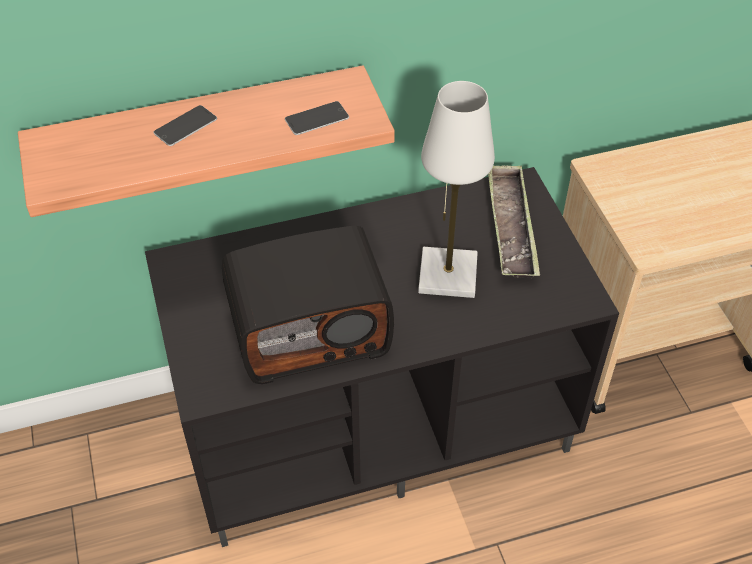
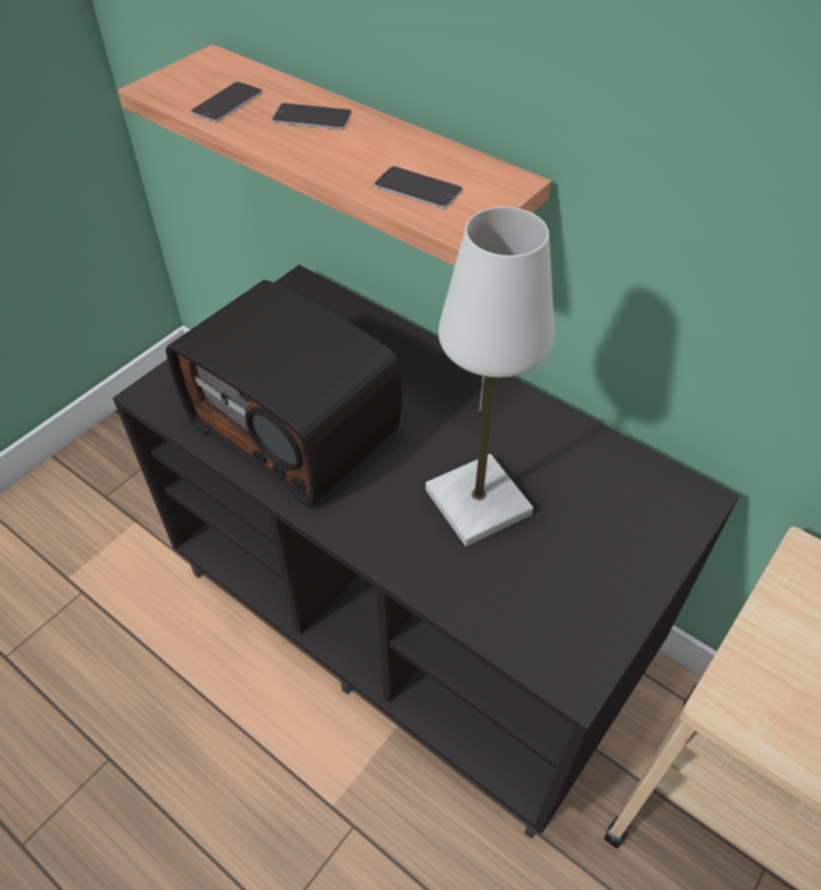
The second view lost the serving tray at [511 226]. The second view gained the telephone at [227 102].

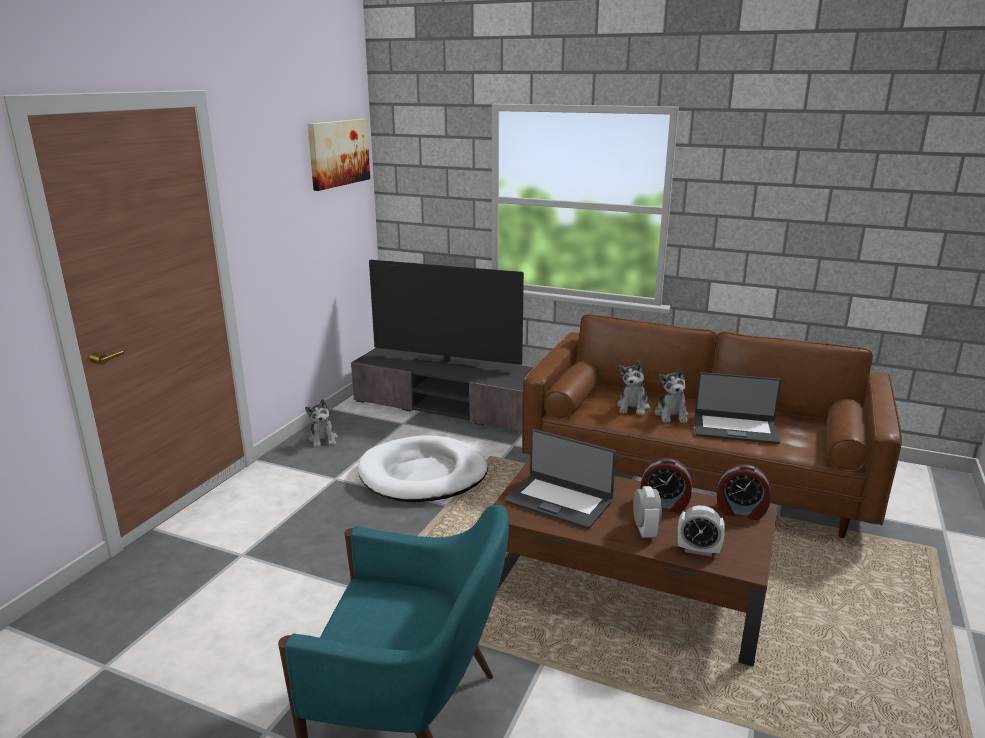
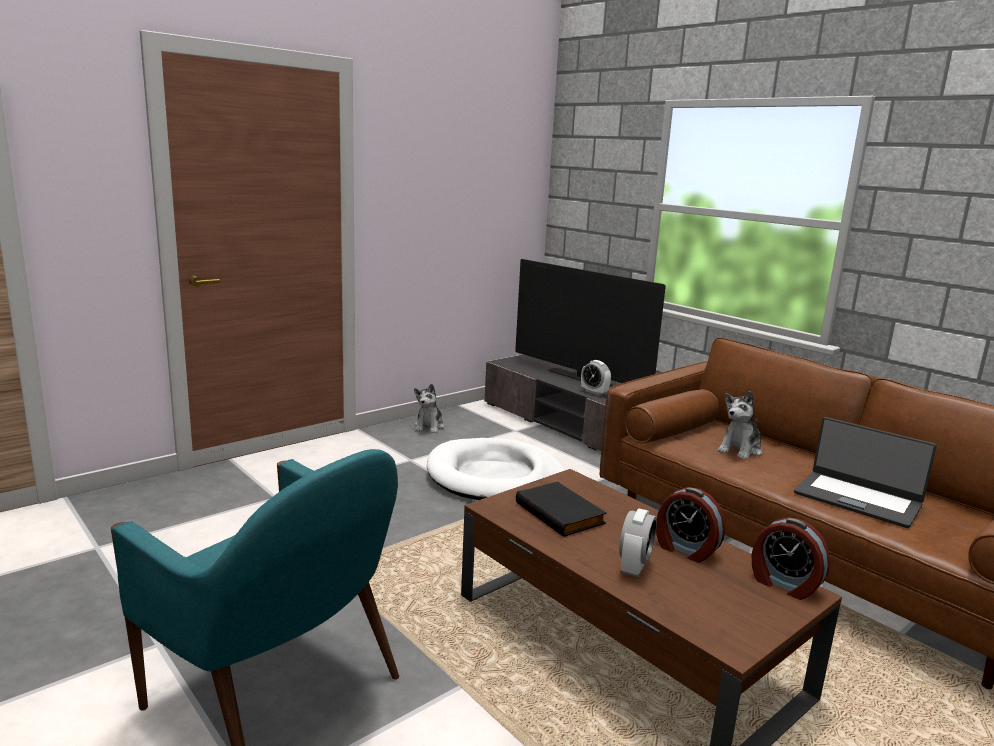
The second view lost the wall picture at [338 153]. The second view lost the cuddly toy at [671 415]. Where the portable computer stood at [559 501], the blackish volume came to stand at [561 513]. The alarm clock ended up elsewhere, having gone from [698 550] to [594 392].

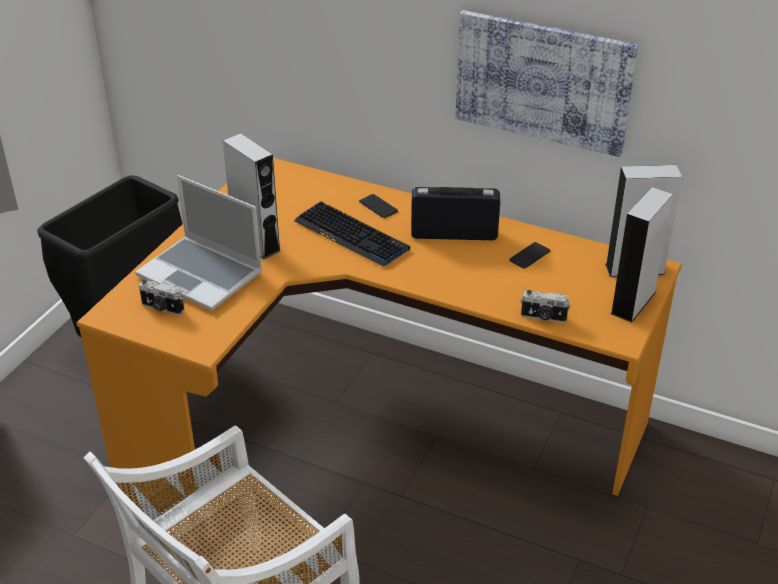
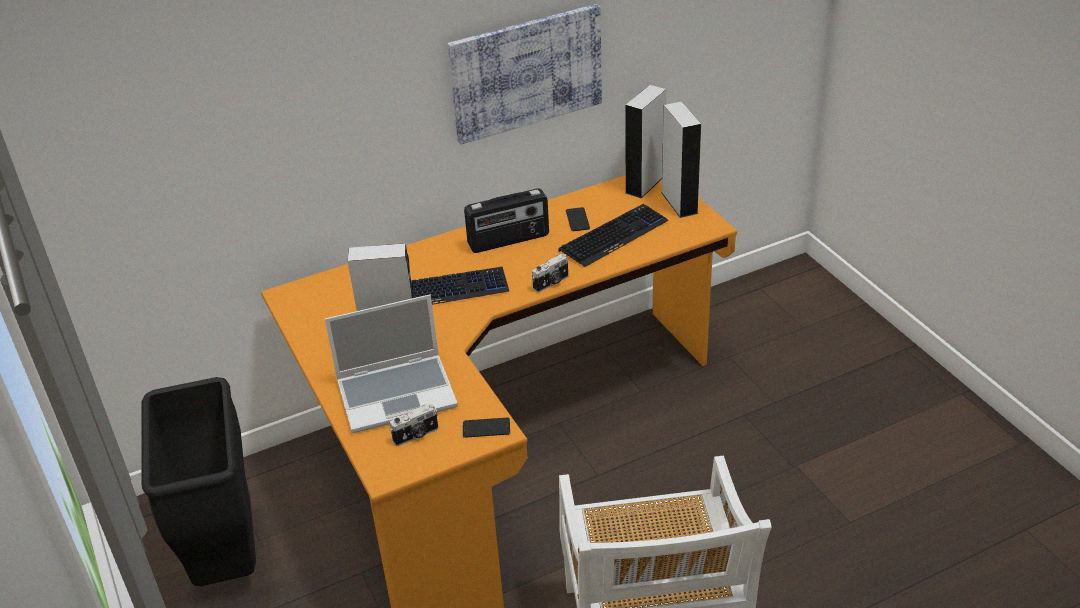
The radio at [454 234] ended up facing another way, 150 degrees counterclockwise from before. The telephone ended up elsewhere, having gone from [378 206] to [486 428]. The photo camera ended up elsewhere, having gone from [543 317] to [551 283]. The second view gained the PC keyboard at [613 236].

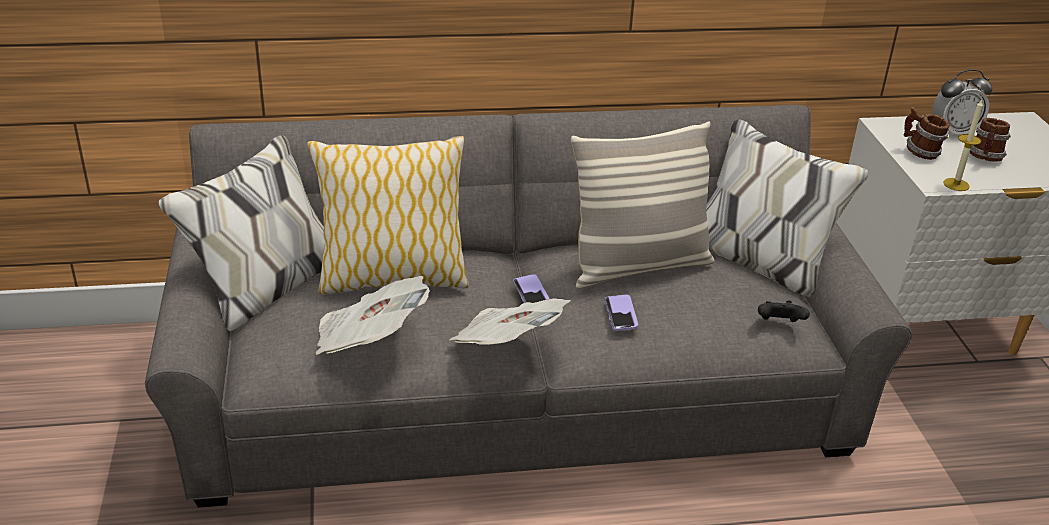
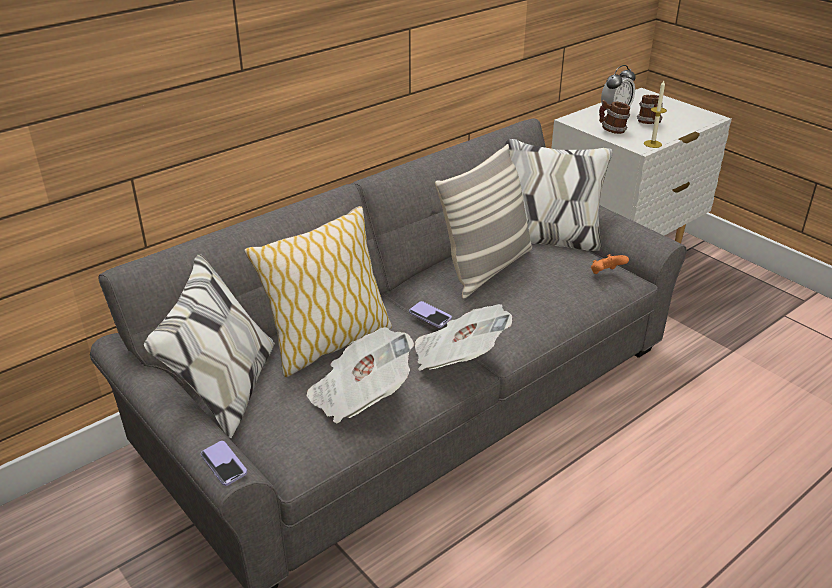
The telephone ended up elsewhere, having gone from [621 314] to [224 464]. What was the blackish joypad at [779 324] turned into the orange-coloured joypad at [606 274].

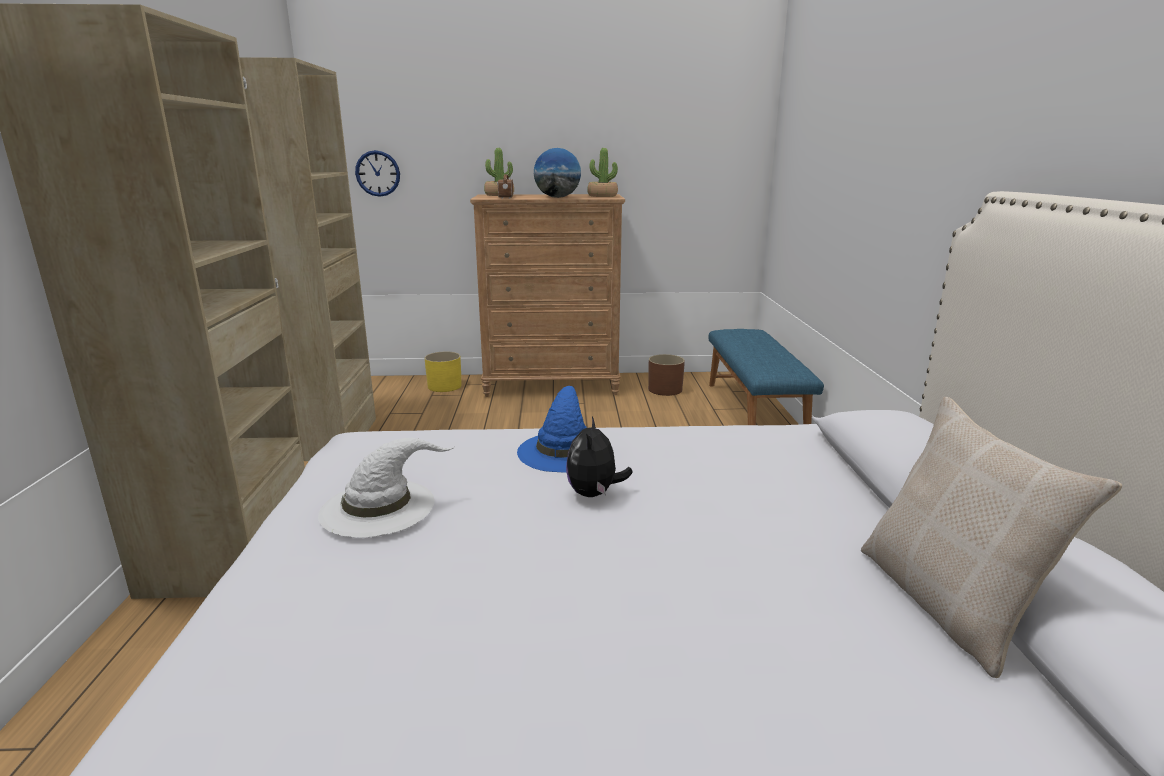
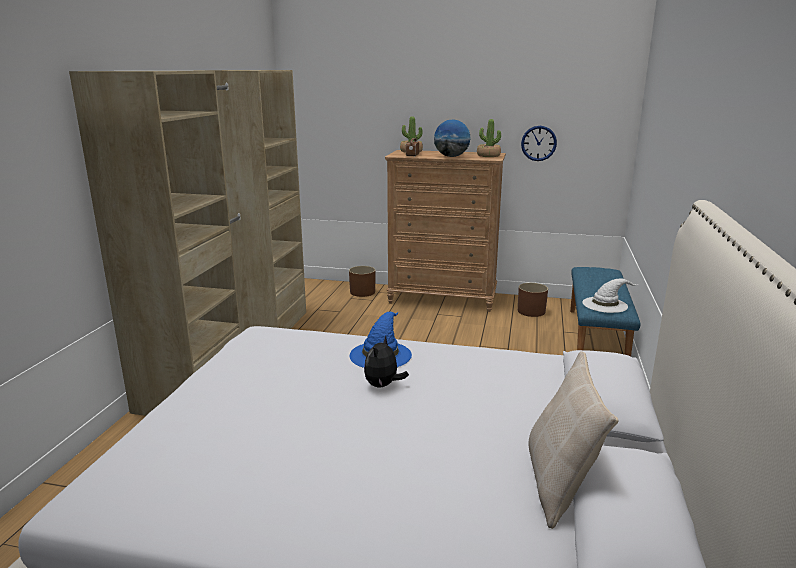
The hanging clock ended up elsewhere, having gone from [378 173] to [538 143]. What was the yellow-coloured flower pot at [444 386] turned into the brown-coloured flower pot at [362 292]. The white-coloured hat ended up elsewhere, having gone from [379 506] to [605 304].

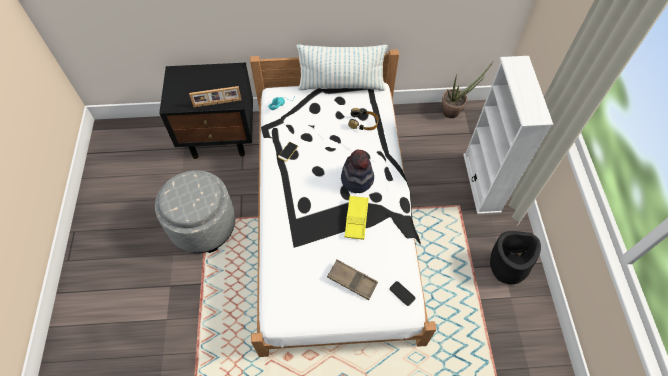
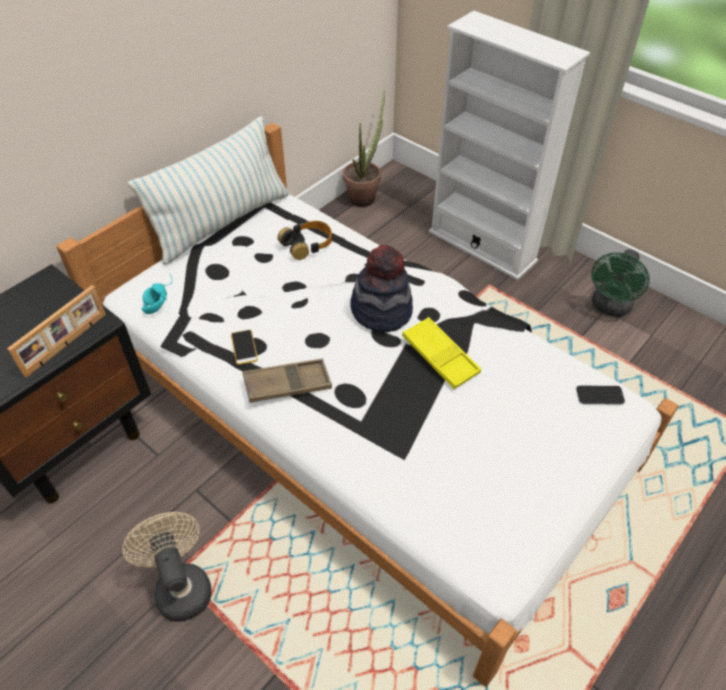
Where the grey ottoman stood at [203 225], the beige-coloured fan came to stand at [180 585]. Where the blackish flower pot stood at [507 266], the green-coloured fan came to stand at [609 308]. The brown-coloured serving tray ended up elsewhere, having gone from [352 281] to [287 384].

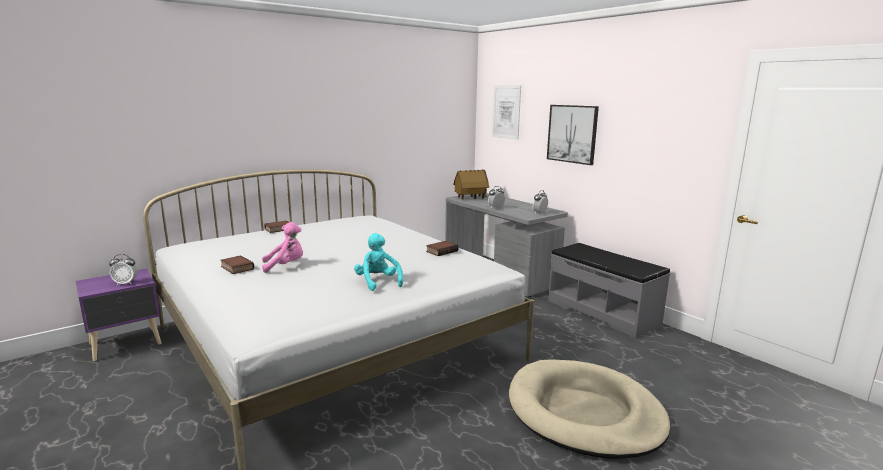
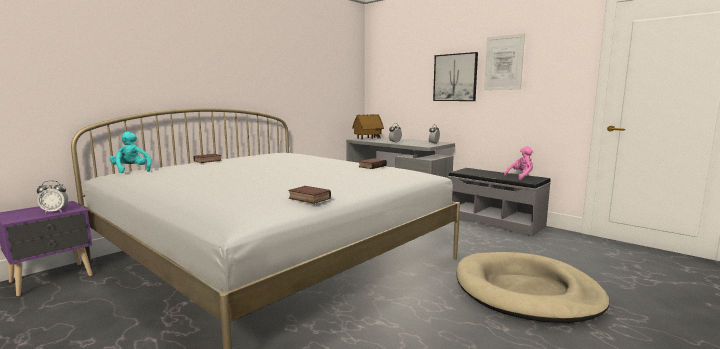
The wall picture ended up elsewhere, having gone from [506 112] to [503 63]. The pink-coloured cuddly toy ended up elsewhere, having gone from [285 266] to [520 177]. The turquoise cuddly toy ended up elsewhere, having gone from [378 282] to [131 170]. The volume ended up elsewhere, having gone from [236 268] to [308 198].

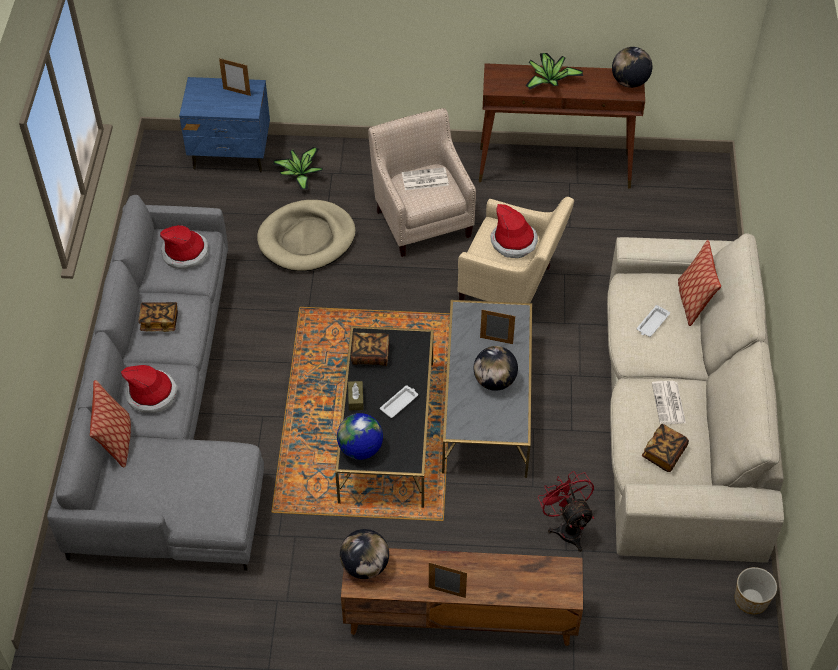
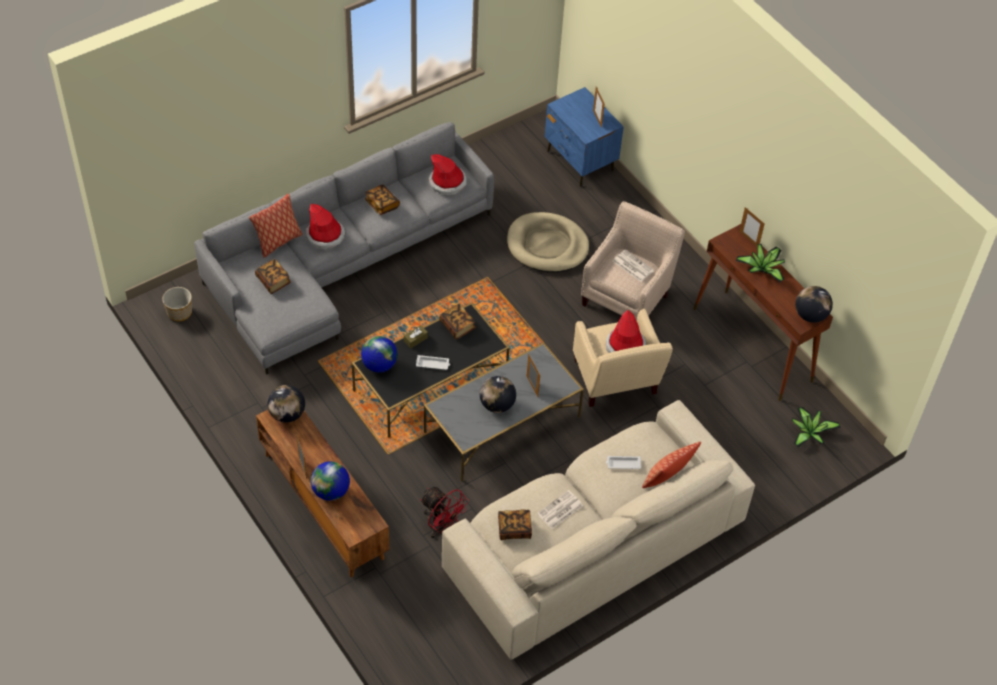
The potted plant ended up elsewhere, having gone from [300 174] to [809 432]. The reddish fan at [567 527] ended up facing another way, 105 degrees clockwise from before. The flower pot ended up elsewhere, having gone from [751 600] to [179 313]. The second view gained the standing frame at [749 239]. The second view gained the volume at [273 281]. The second view gained the desk globe at [331 491].

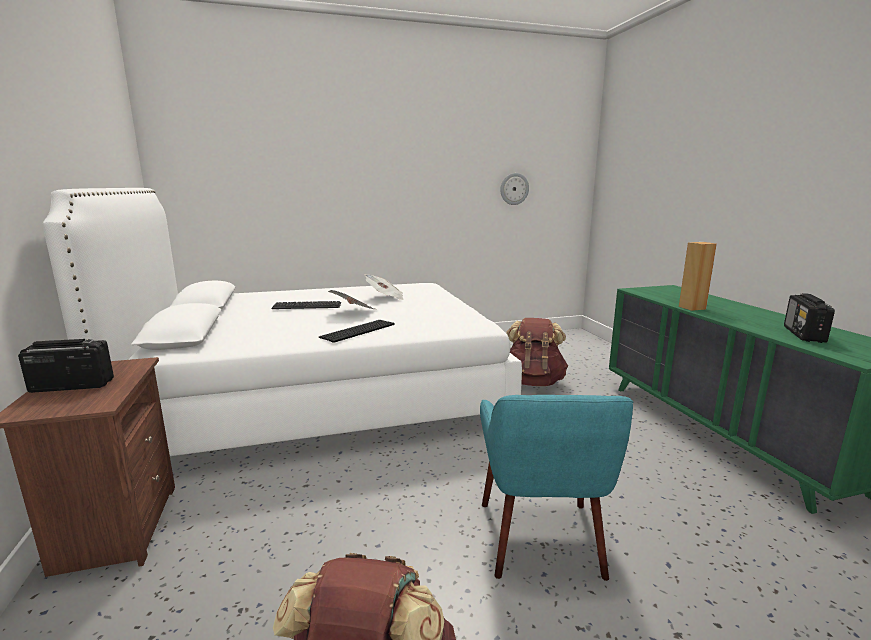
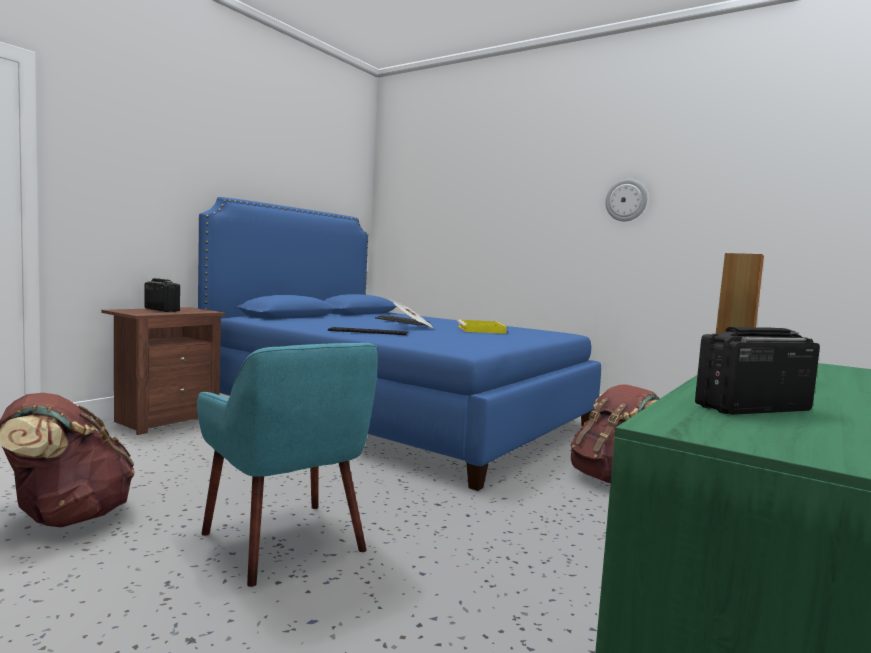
The hanging clock ended up elsewhere, having gone from [514 189] to [626 200]. What was the white-coloured sleeping bed at [323 397] turned into the bluish sleeping bed at [396 416]. Where the daily paper stood at [385 298], the yellow-coloured serving tray came to stand at [481 330]. The turquoise armchair at [541 539] ended up facing another way, 90 degrees counterclockwise from before.

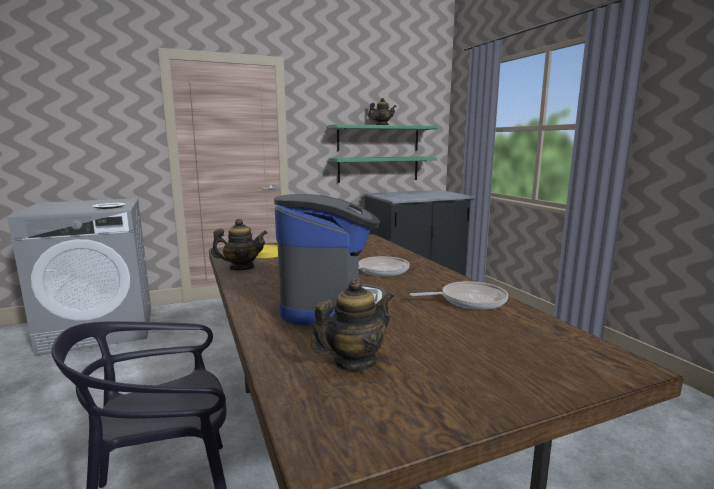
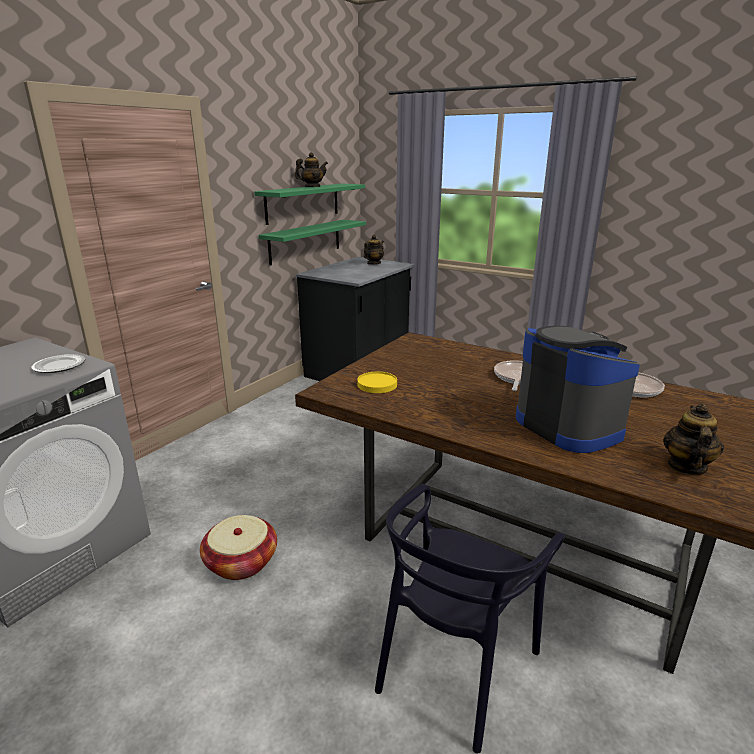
The tea pot ended up elsewhere, having gone from [241 268] to [373 263]. The second view gained the basket at [241 562].

